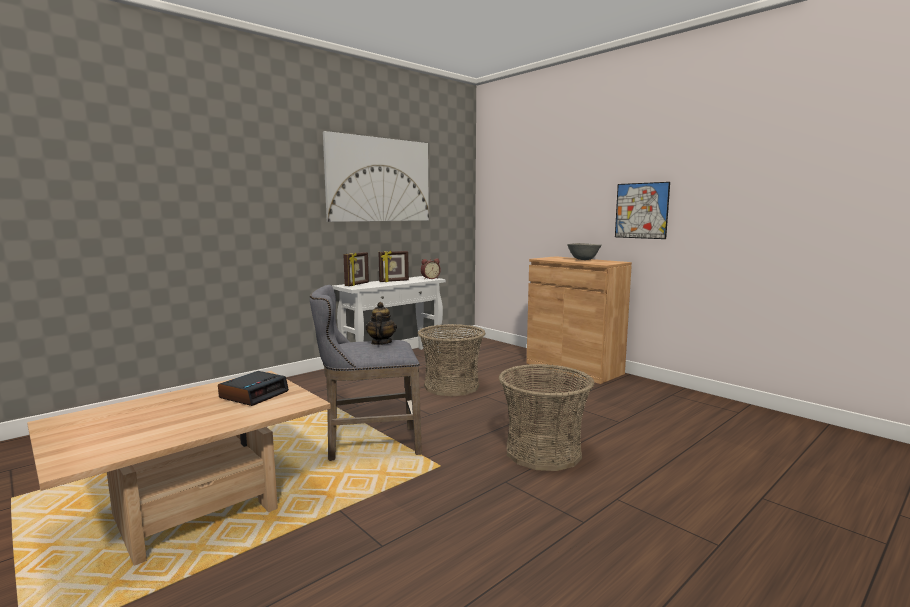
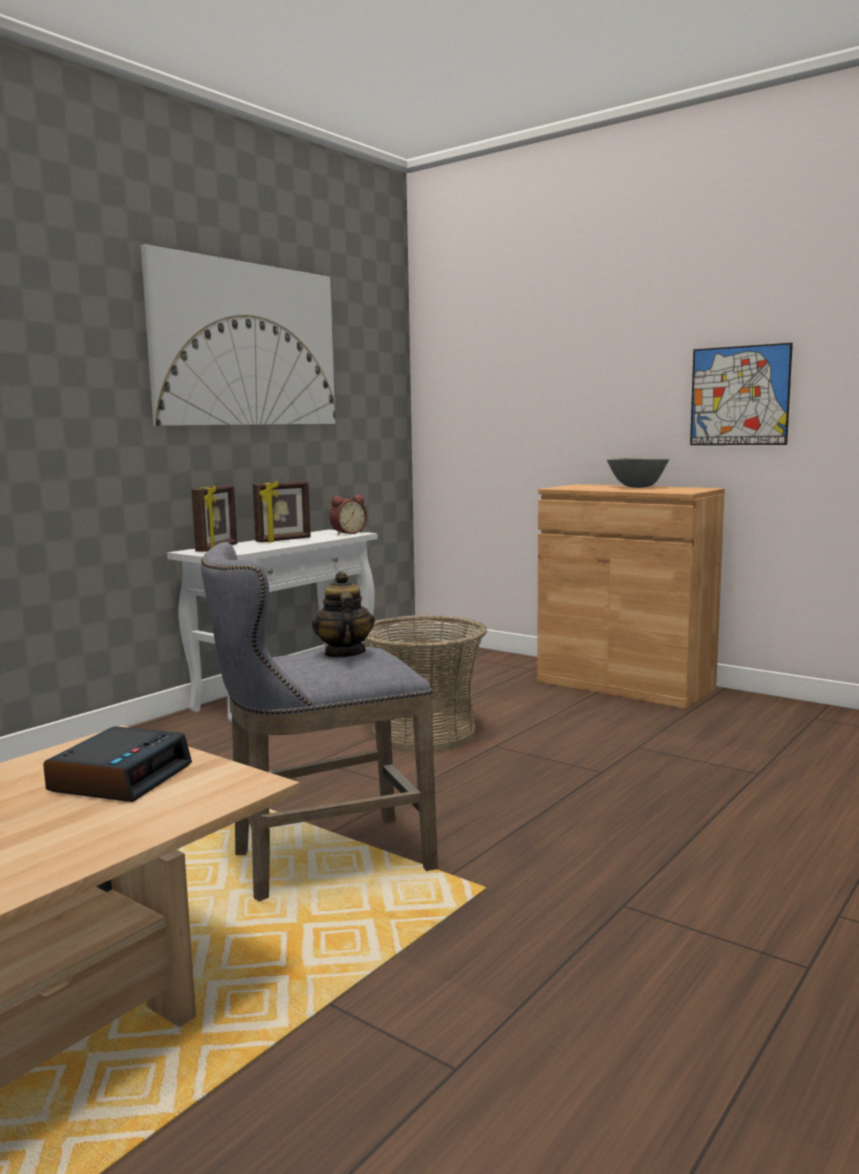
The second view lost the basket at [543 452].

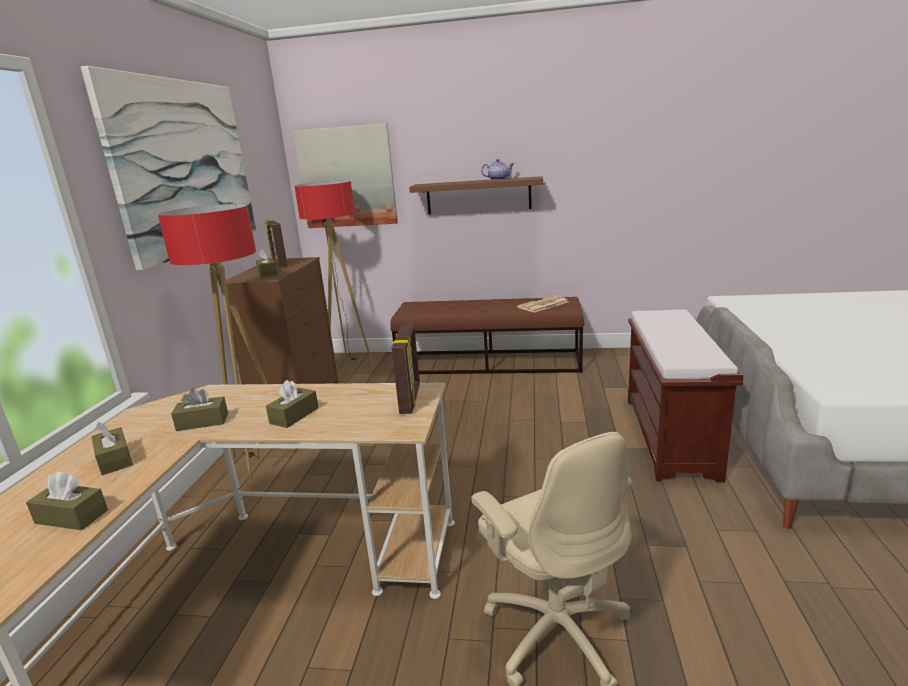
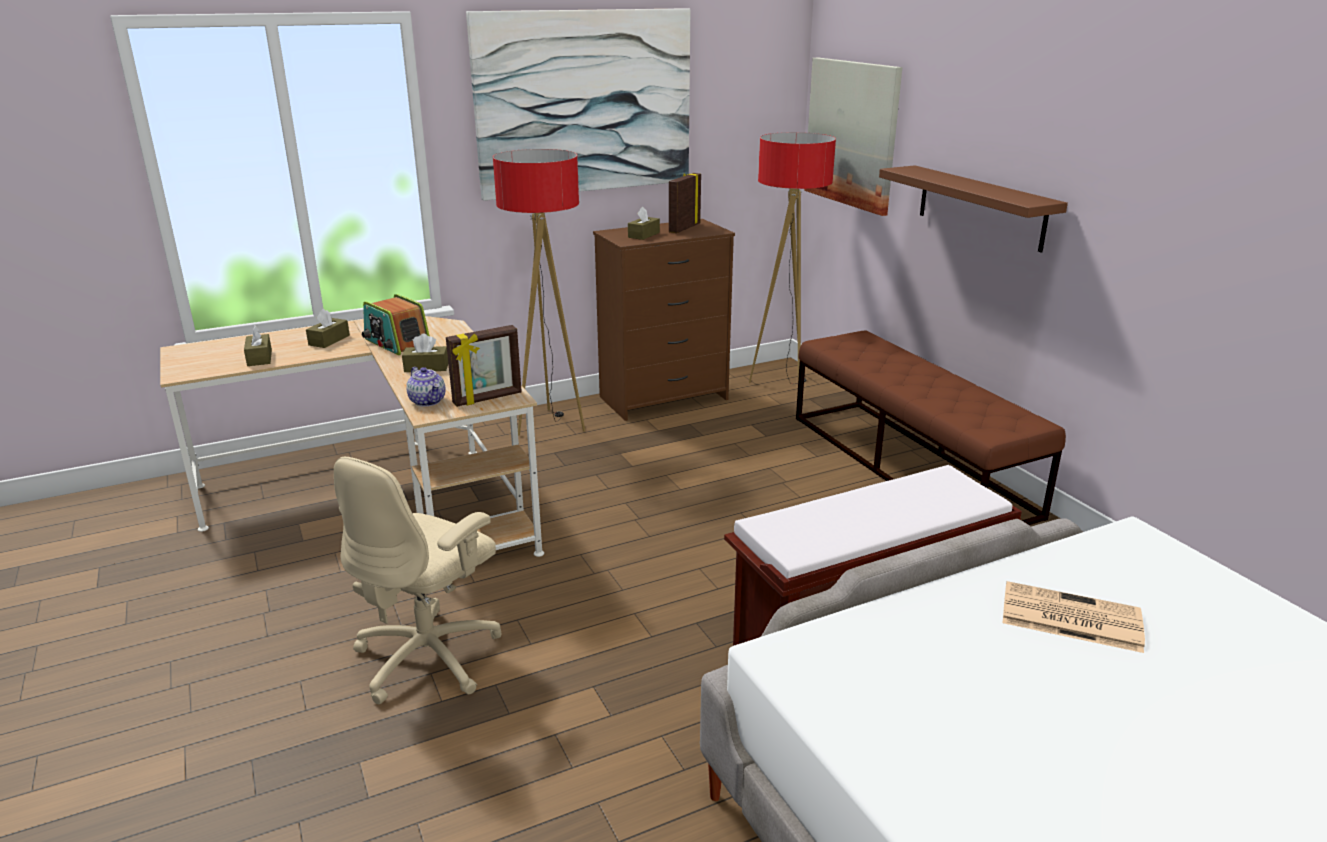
The tea pot ended up elsewhere, having gone from [498 179] to [428 401]. The daily paper ended up elsewhere, having gone from [542 305] to [1068 618]. Where the brown-coloured tissue holder stood at [202 422], the radio came to stand at [397 343].

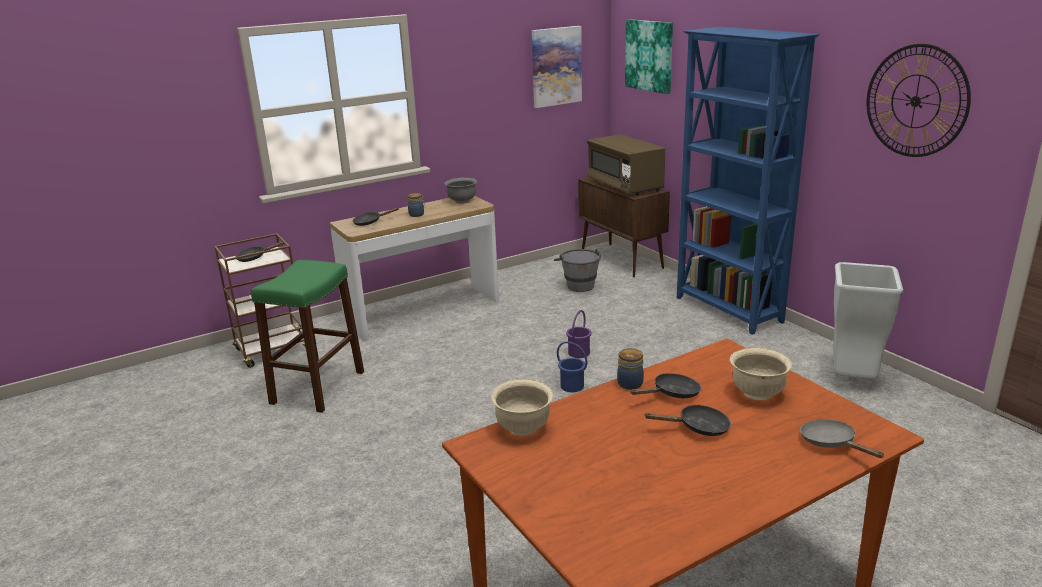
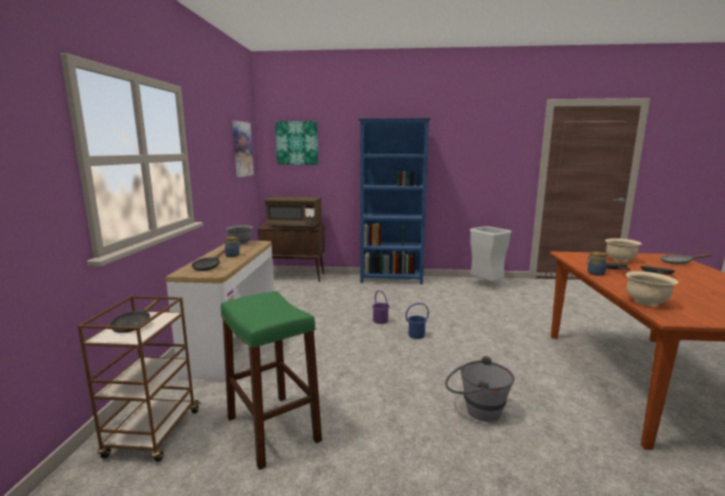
The second view lost the hanging clock at [915 101]. The grey water bucket ended up elsewhere, having gone from [578 284] to [476 409].

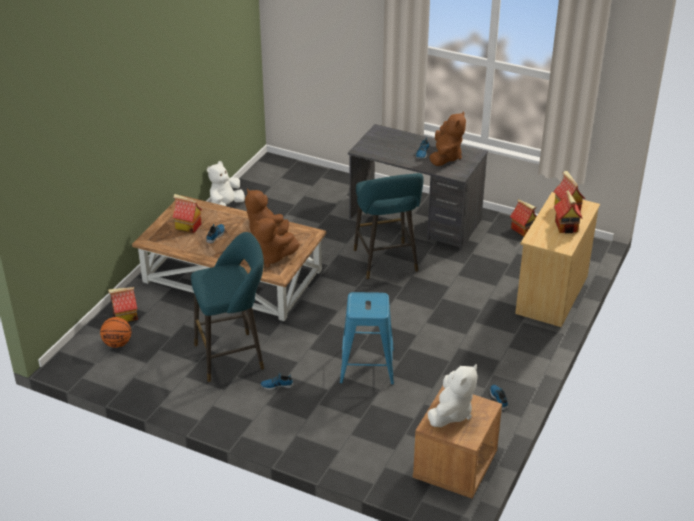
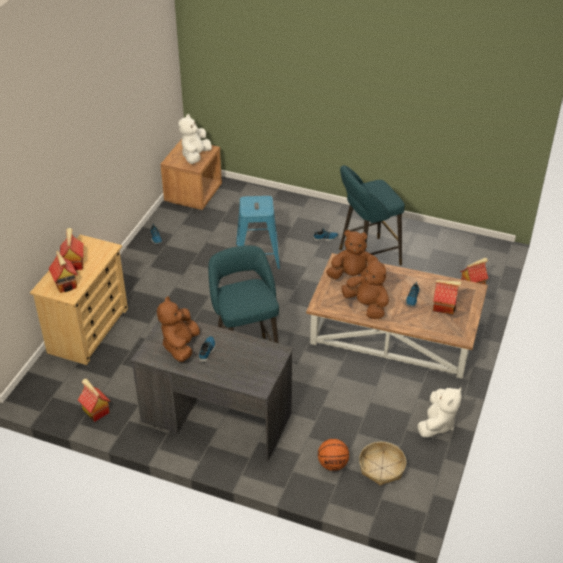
The basketball ball ended up elsewhere, having gone from [117 344] to [332 464]. The second view gained the basket at [381 468].

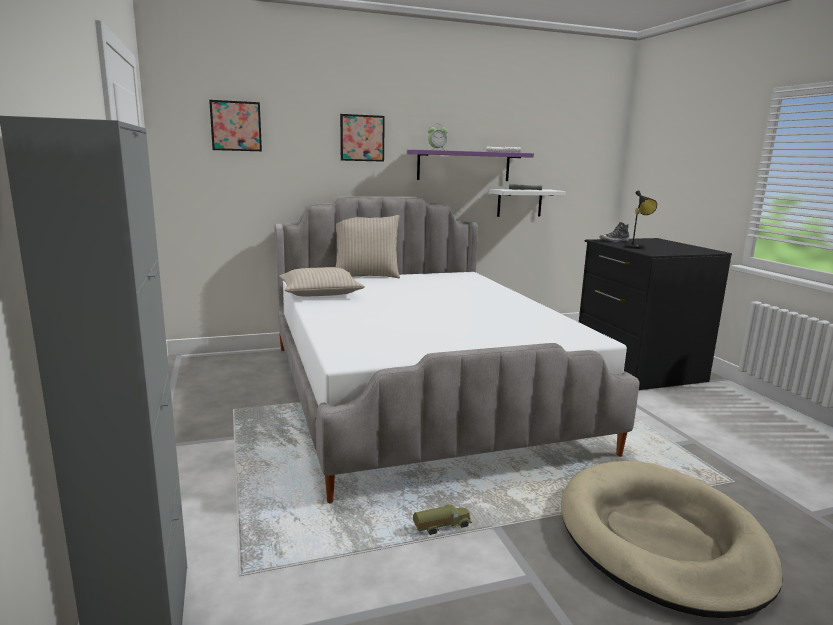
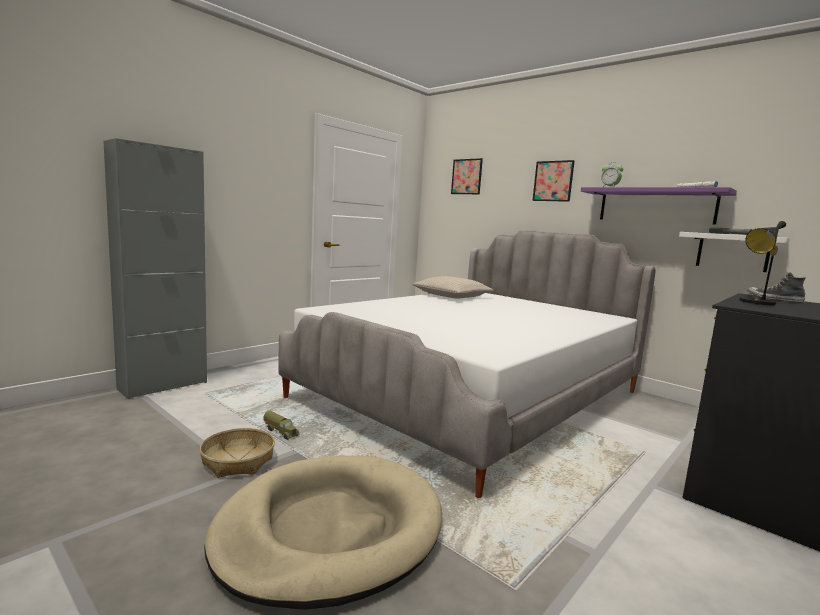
The second view lost the beige-coloured pillow at [366 276]. The second view gained the basket at [237 461].

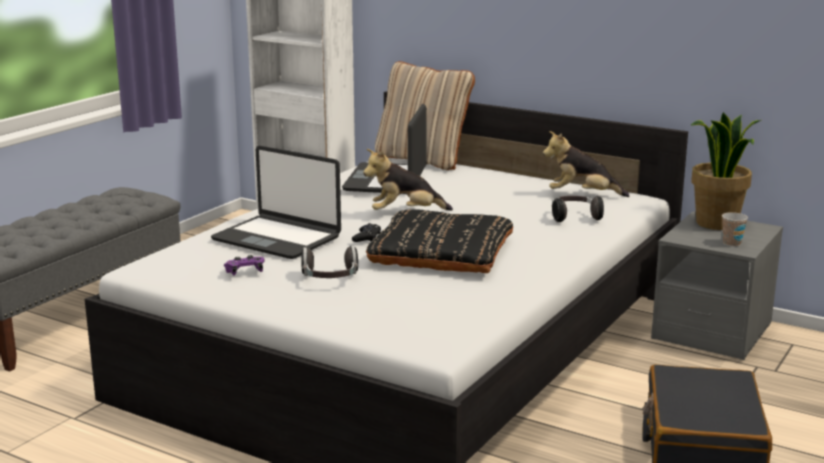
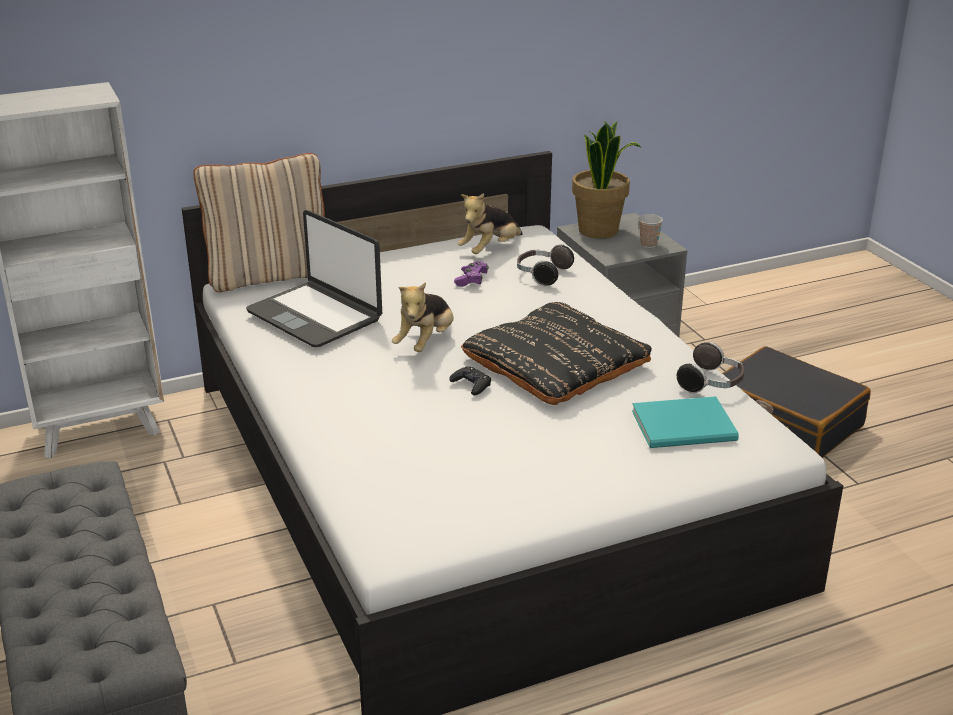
The second view lost the portable computer at [277 238]. The headset ended up elsewhere, having gone from [330 279] to [712 384]. The purple joypad ended up elsewhere, having gone from [245 272] to [471 280]. The second view gained the turquoise volume at [687 427].

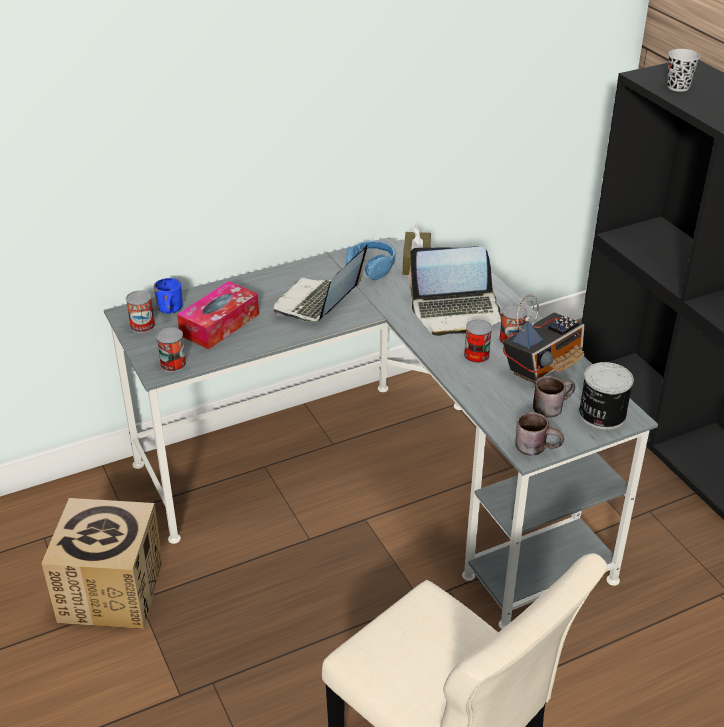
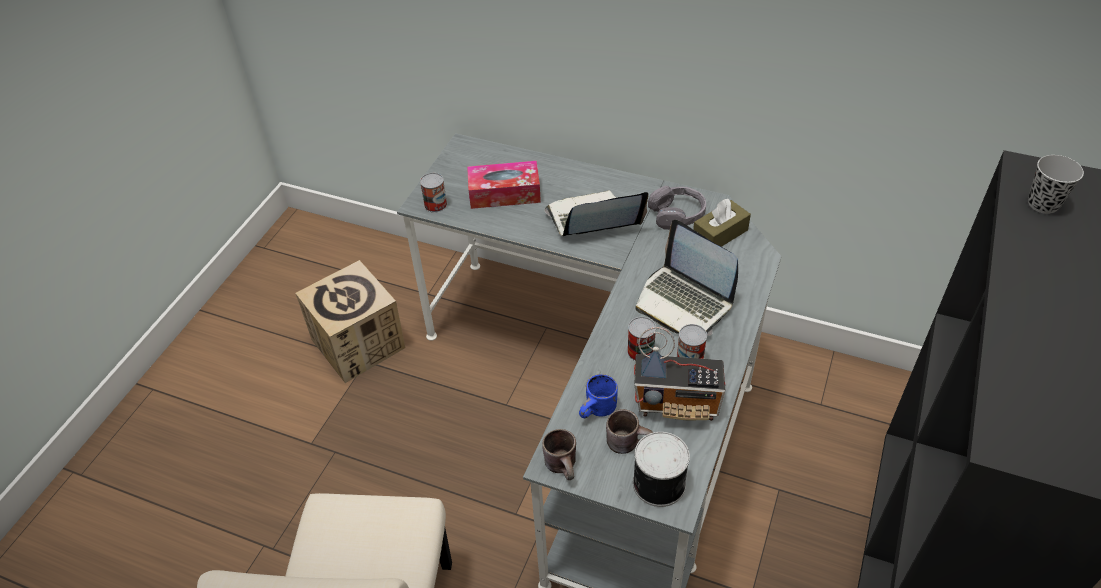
What was the bluish headset at [370 267] turned into the grey headset at [677 214]. The bluish tea mug ended up elsewhere, having gone from [172 310] to [599 411]. The second view lost the can at [142 325].

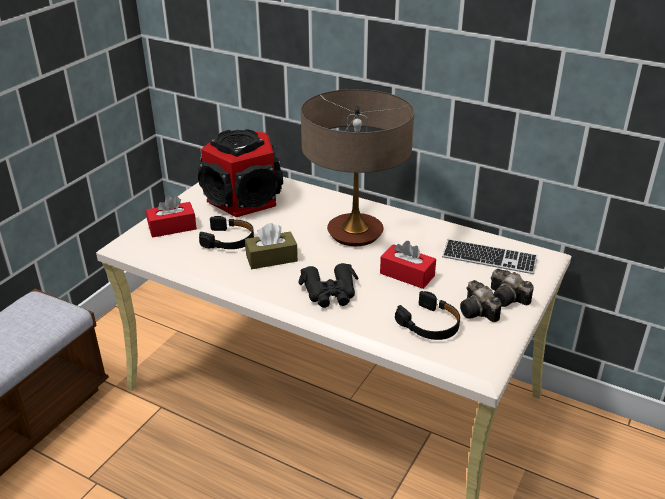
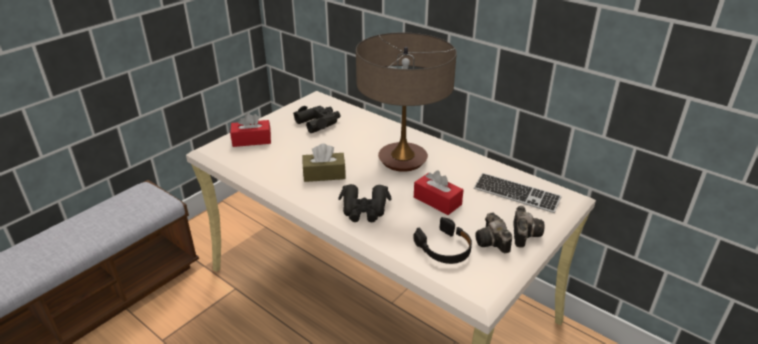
Where the speaker stood at [245 199], the blackish field glasses came to stand at [319 122]. The second view lost the blackish headset at [229 240]. The photo camera at [509 299] ended up facing another way, 135 degrees counterclockwise from before.

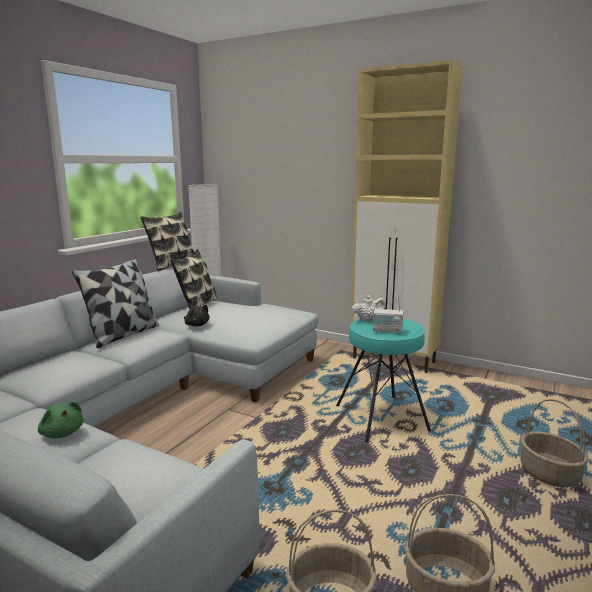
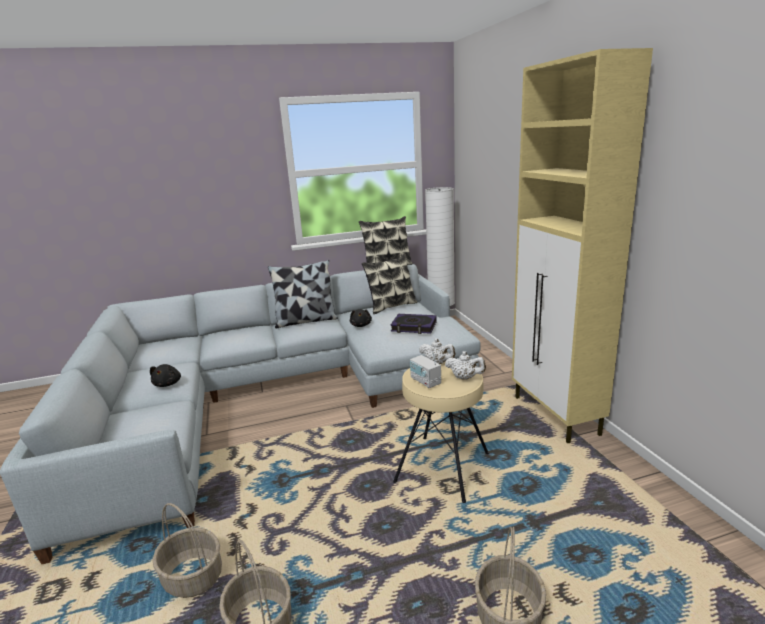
What was the turquoise stool seat at [381 418] turned into the beige-coloured stool seat at [443 467]. What was the green-coloured cuddly toy at [62 433] turned into the blackish cuddly toy at [168 384]. The second view gained the volume at [414 327]. The second view gained the white-coloured tea pot at [465 378].

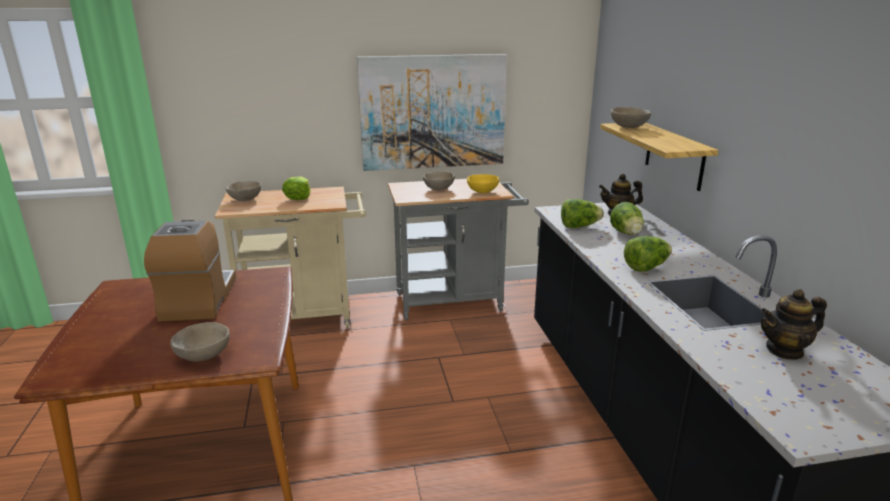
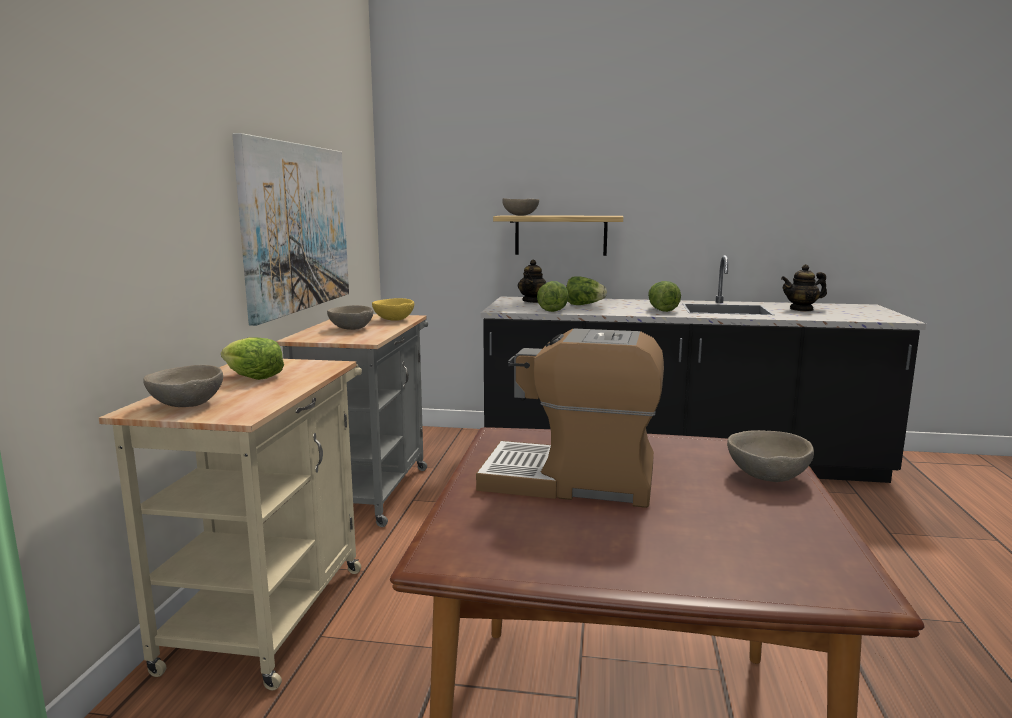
The tea pot at [784 350] ended up facing another way, 75 degrees clockwise from before.

